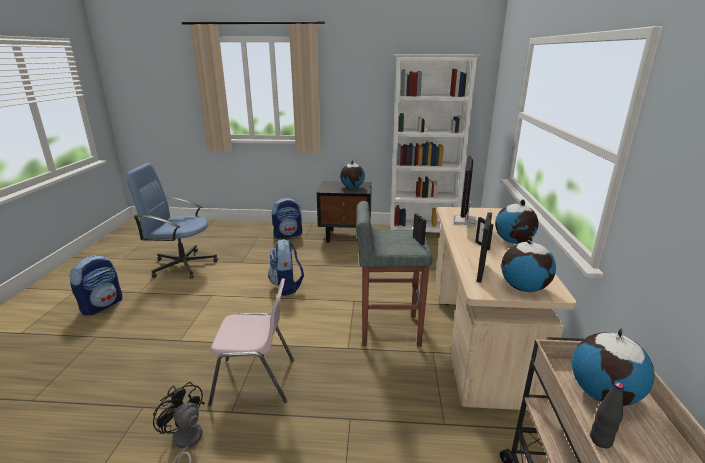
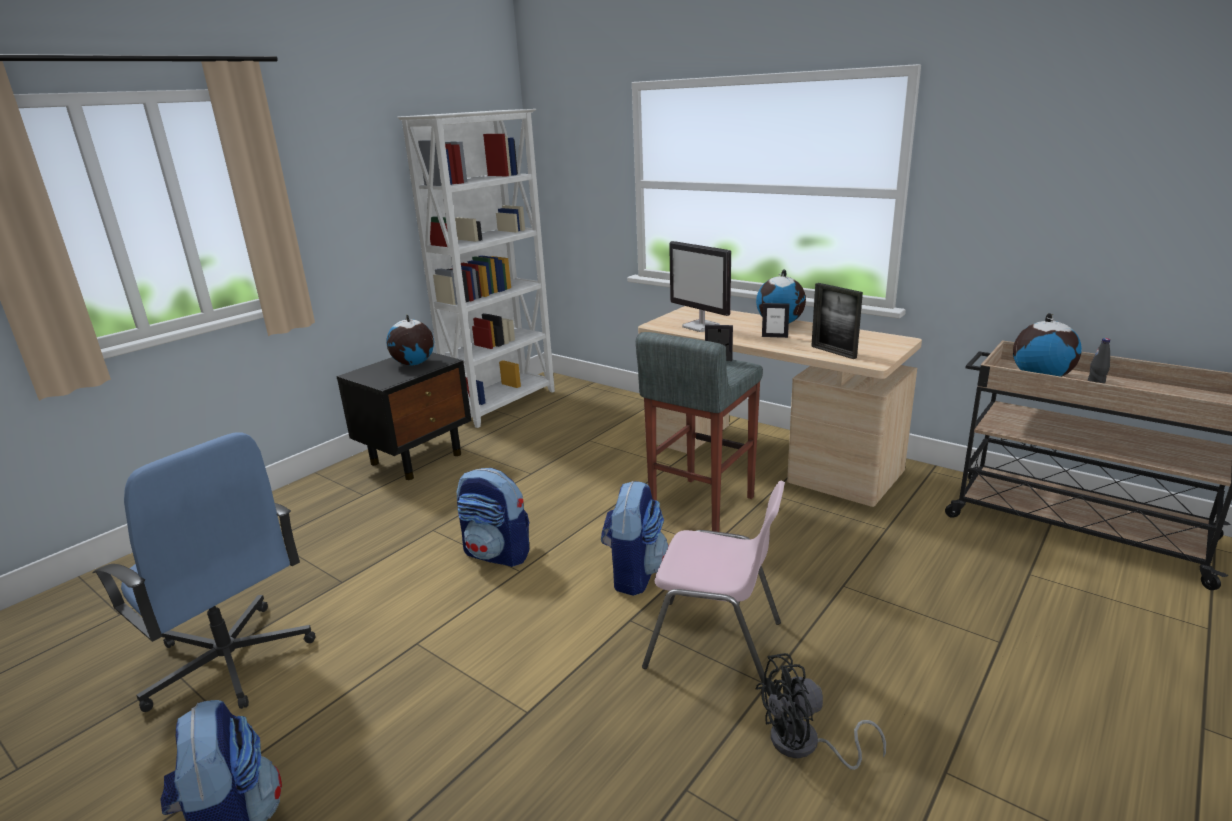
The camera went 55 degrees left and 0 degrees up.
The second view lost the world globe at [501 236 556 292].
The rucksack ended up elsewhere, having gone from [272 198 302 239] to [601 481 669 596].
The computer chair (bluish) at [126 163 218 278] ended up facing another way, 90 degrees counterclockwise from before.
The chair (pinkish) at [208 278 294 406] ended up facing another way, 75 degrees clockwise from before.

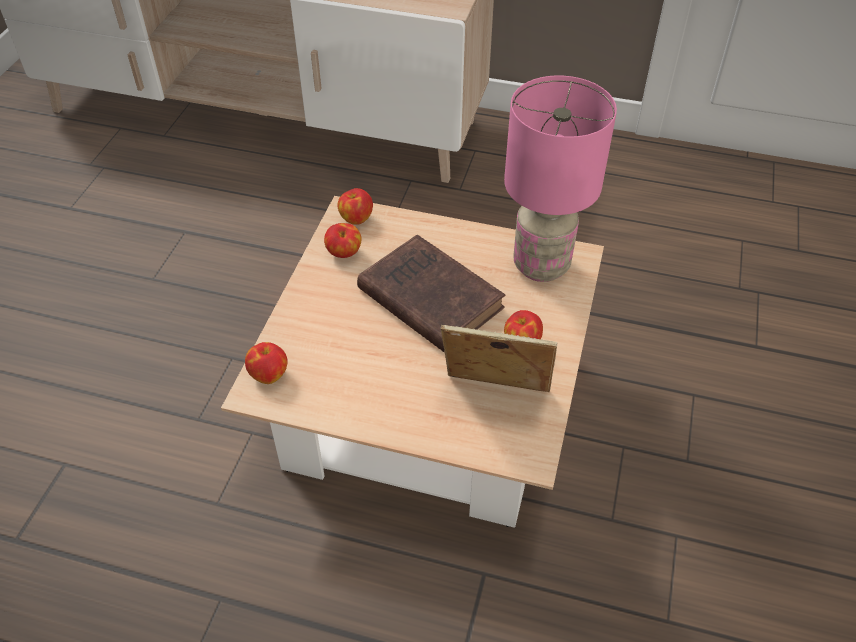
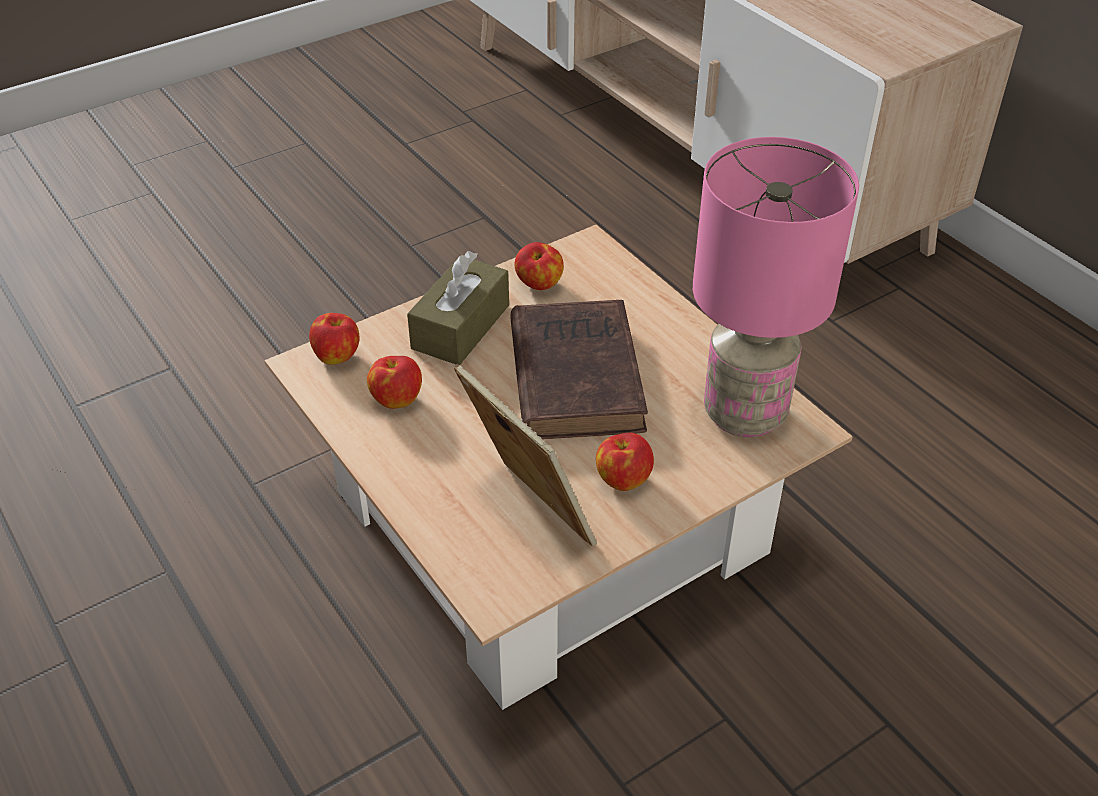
The camera went 40 degrees right and 5 degrees down.
The second view gained the box of tissues (brown) at [407 251 509 365].
The whole apple ended up elsewhere, having gone from [338 188 373 225] to [367 356 422 409].

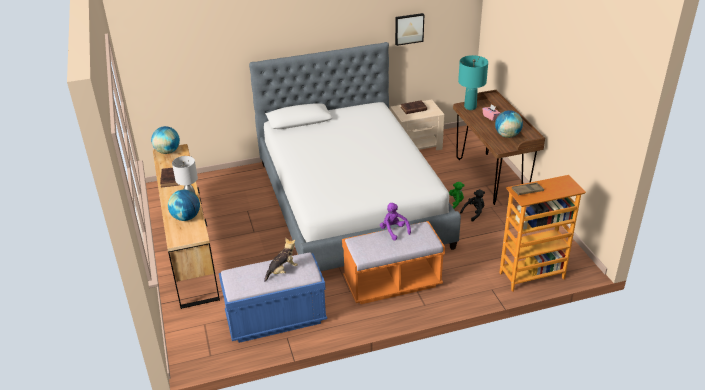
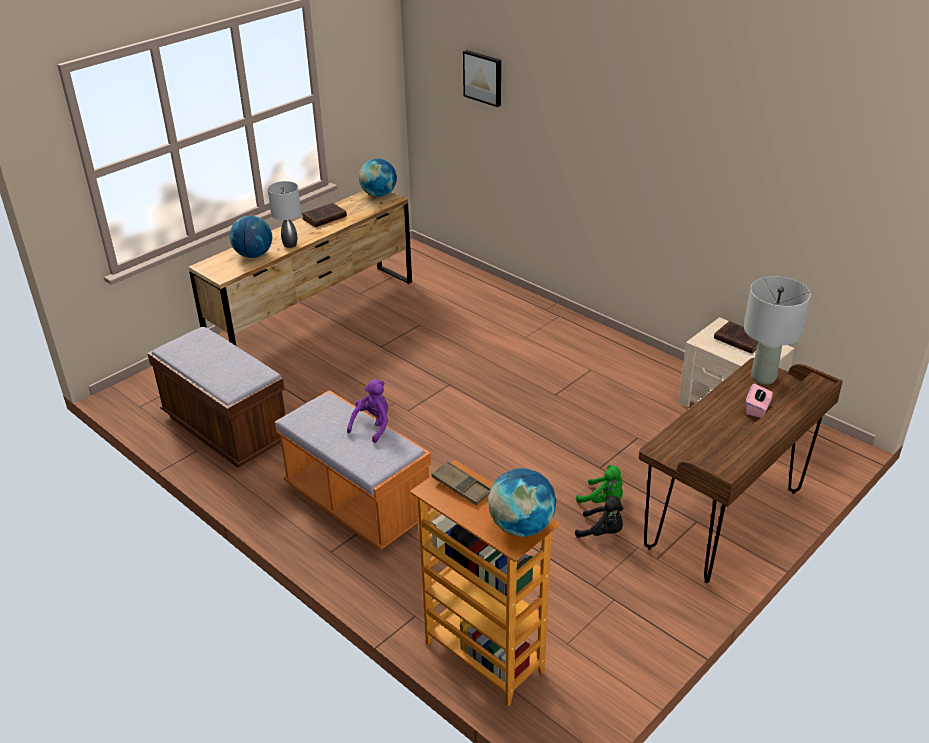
The camera went 60 degrees right and 0 degrees up.
The second view lost the bed at [249 42 461 271].
The second view lost the cuddly toy at [264 238 298 282].
The picture ended up elsewhere, having gone from [395 13 424 46] to [463 50 501 107].
The world globe ended up elsewhere, having gone from [495 110 523 138] to [488 468 556 537].
What was the indoor bench (bluish) at [219 253 327 343] turned into the indoor bench (brown) at [147 327 286 468].
What was the table lamp (blue-green) at [458 55 488 110] turned into the table lamp (greyish) at [744 277 811 385].

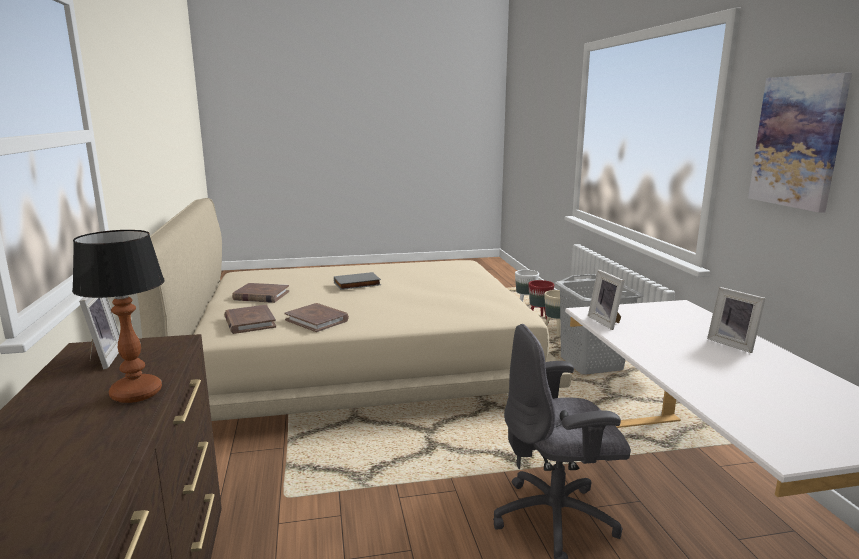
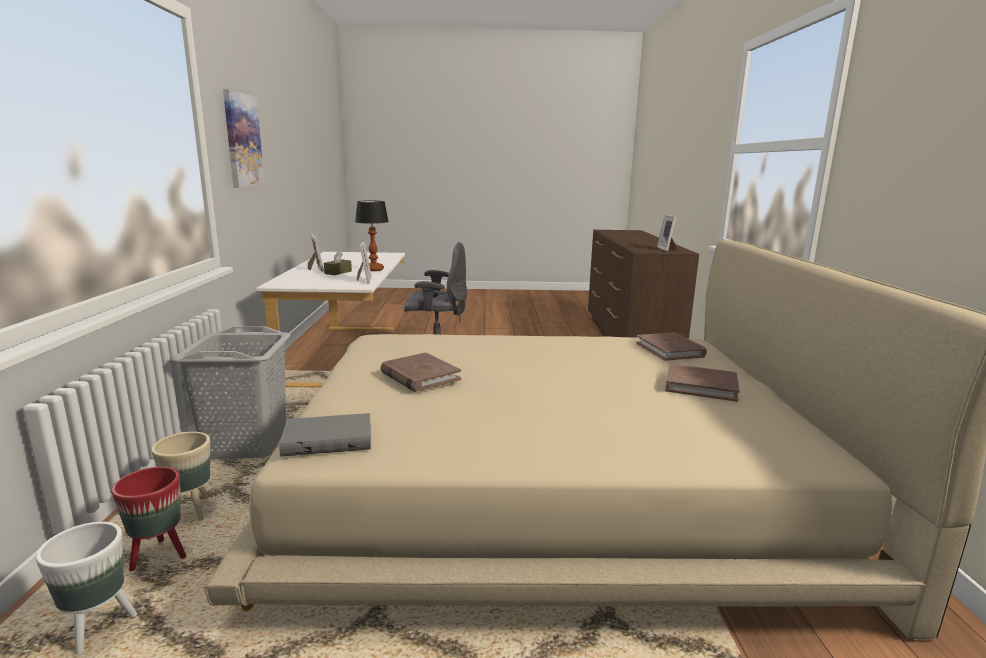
The camera went 170 degrees left and 0 degrees up.
The second view gained the box of tissues (brown) at [324 251 352 275].
The table lamp ended up elsewhere, having gone from [72 230 165 403] to [355 201 389 271].
The volume (brown) ended up elsewhere, having gone from [285 303 349 332] to [380 352 461 392].
The volume (greyish) ended up elsewhere, having gone from [334 272 381 290] to [279 413 371 457].

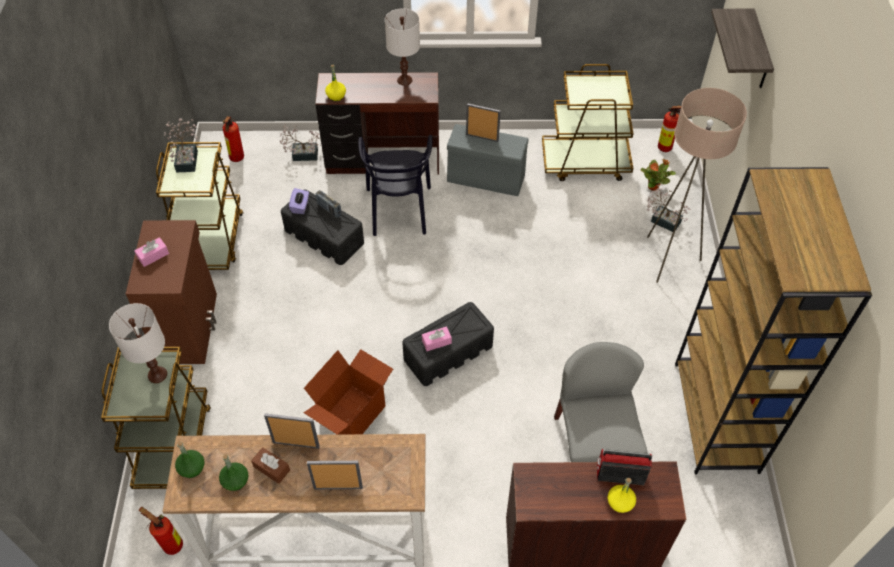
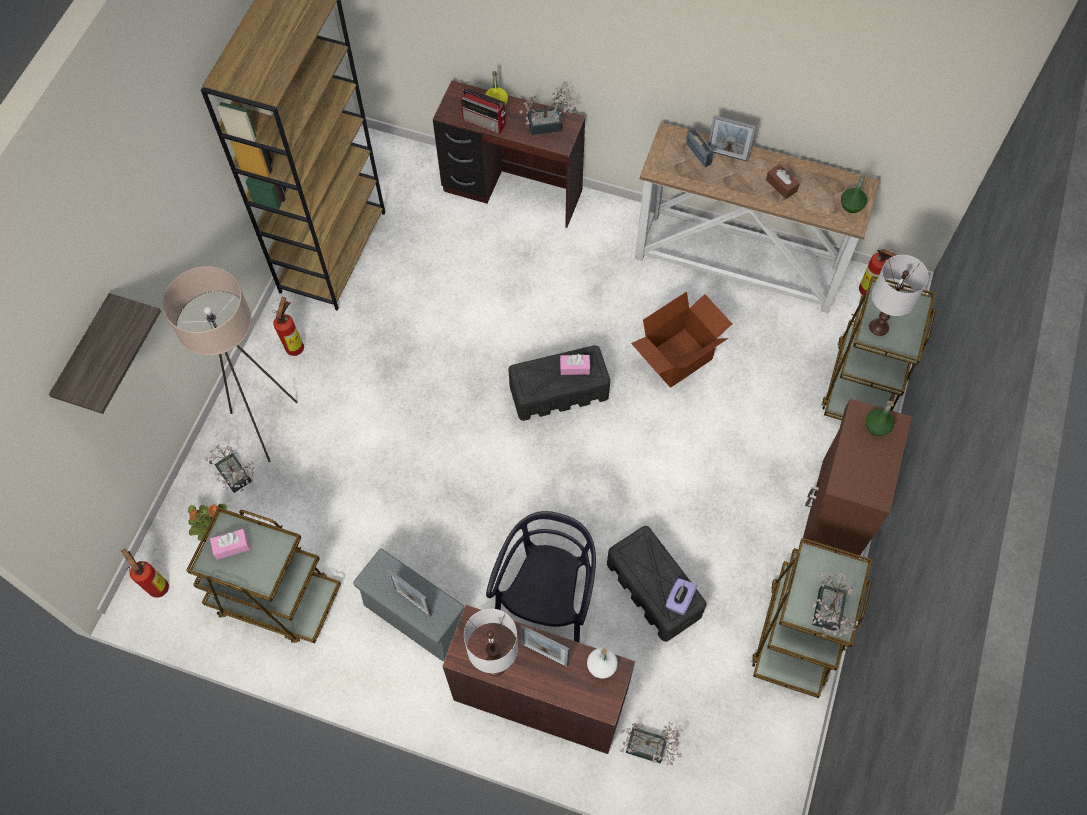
The camera went 160 degrees left and 10 degrees up.
The second view lost the chair (greyish) at [554 342 648 462].
The second view gained the potted plant at [519 84 576 135].
The box of tissues (pinkish) ended up elsewhere, having gone from [134 237 169 267] to [210 529 250 560].
The beverage bottle (greenish) ended up elsewhere, having gone from [219 455 248 491] to [866 401 894 436].
The extinguisher ended up elsewhere, having gone from [223 116 244 162] to [272 297 304 356].
The picture frame ended up elsewhere, having gone from [264 413 320 449] to [520 625 569 667].
The radio ended up elsewhere, having gone from [316 190 341 218] to [686 127 713 167].
What was the beverage bottle (yellowish) at [325 65 346 101] turned into the beverage bottle (white) at [587 648 618 679].

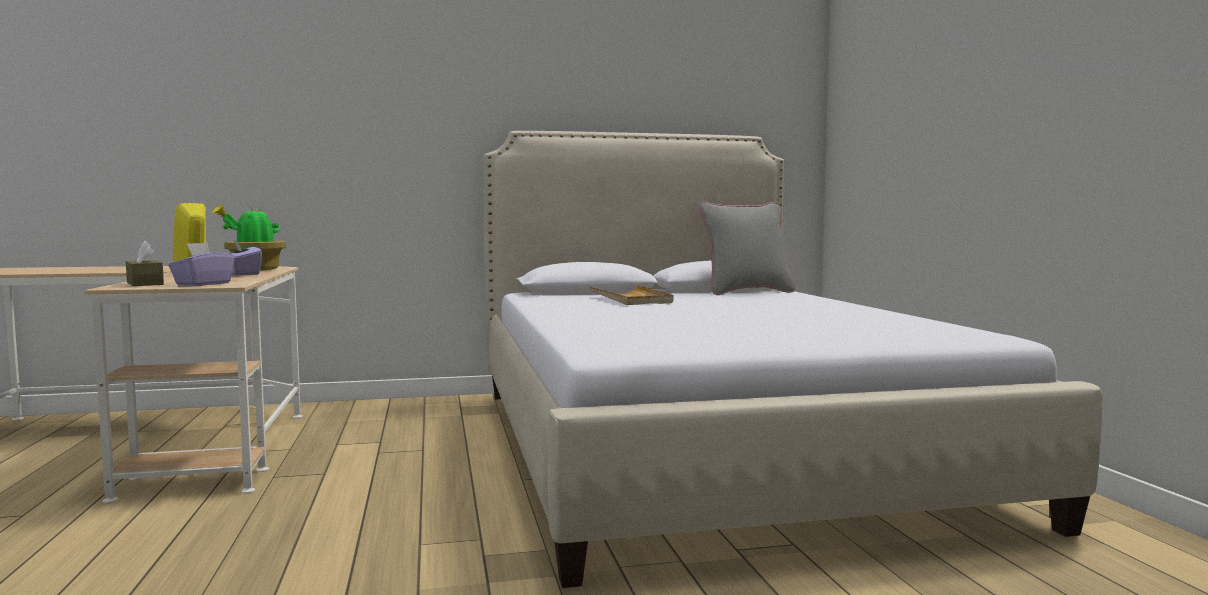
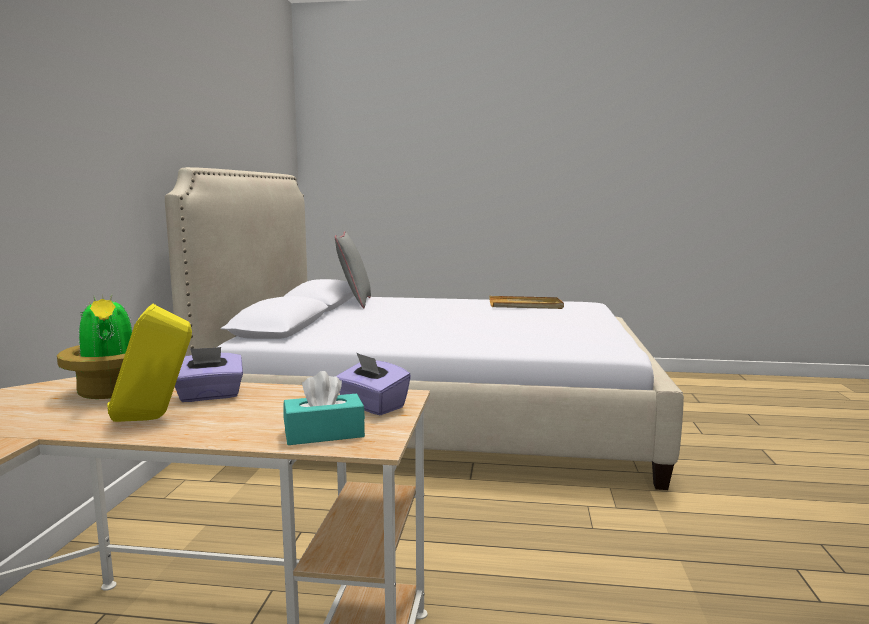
The camera went 70 degrees left and 5 degrees up.
The carrying tray (beige) ended up elsewhere, having gone from [590 285 673 305] to [489 296 564 309].
What was the box of tissues (brown) at [126 241 164 286] turned into the box of tissues (blue-green) at [283 371 365 445].

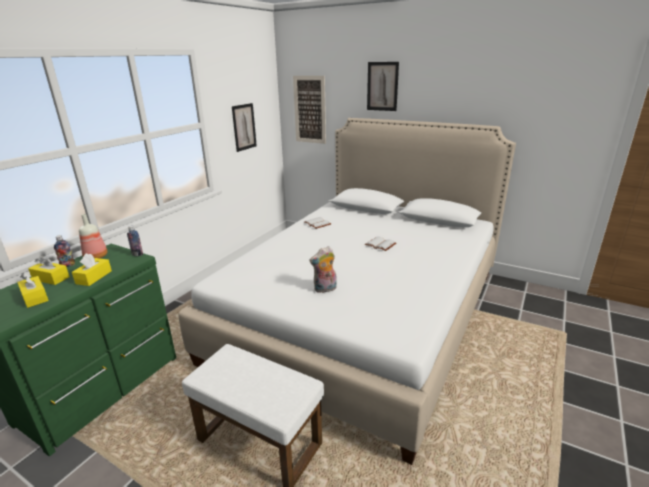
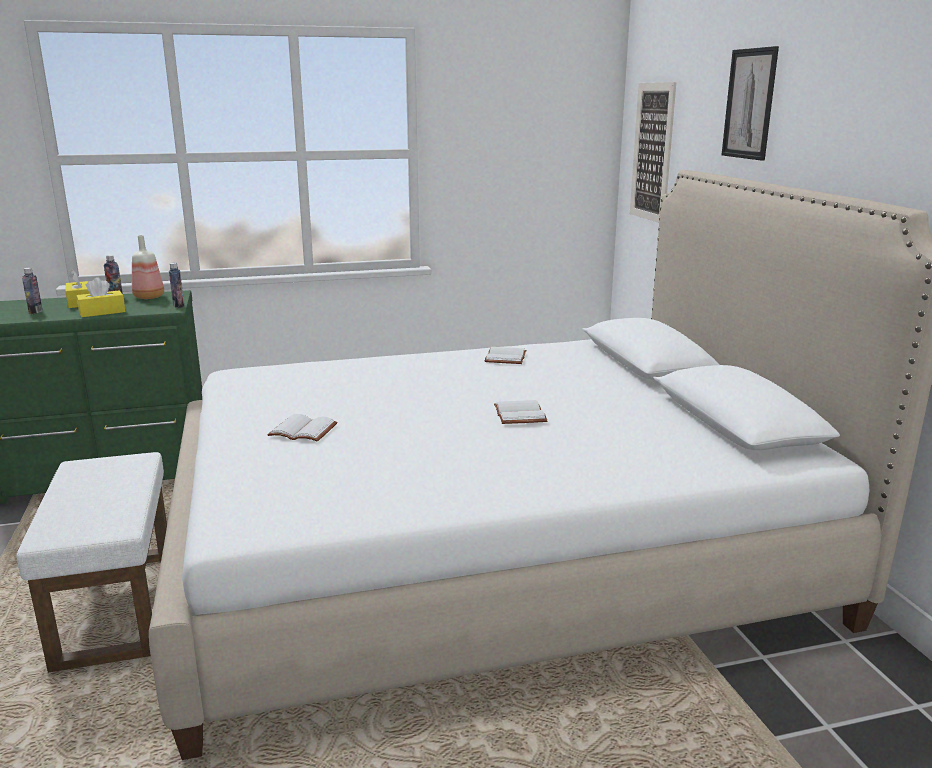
The camera went 45 degrees right and 5 degrees down.
The second view lost the picture at [232 103 257 152].
Where the box of tissues (yellowish) stood at [17 273 49 308], the beverage bottle came to stand at [22 268 43 314].
Where the cuddly toy stood at [309 246 337 293], the volume (white) came to stand at [267 414 338 442].

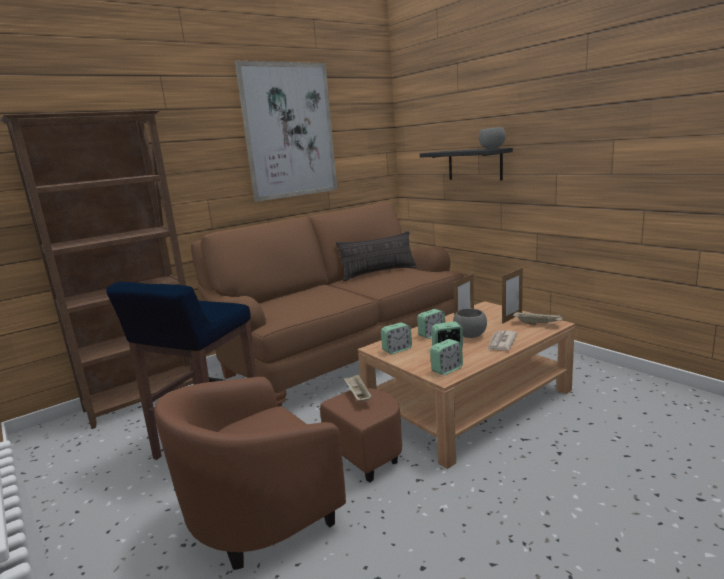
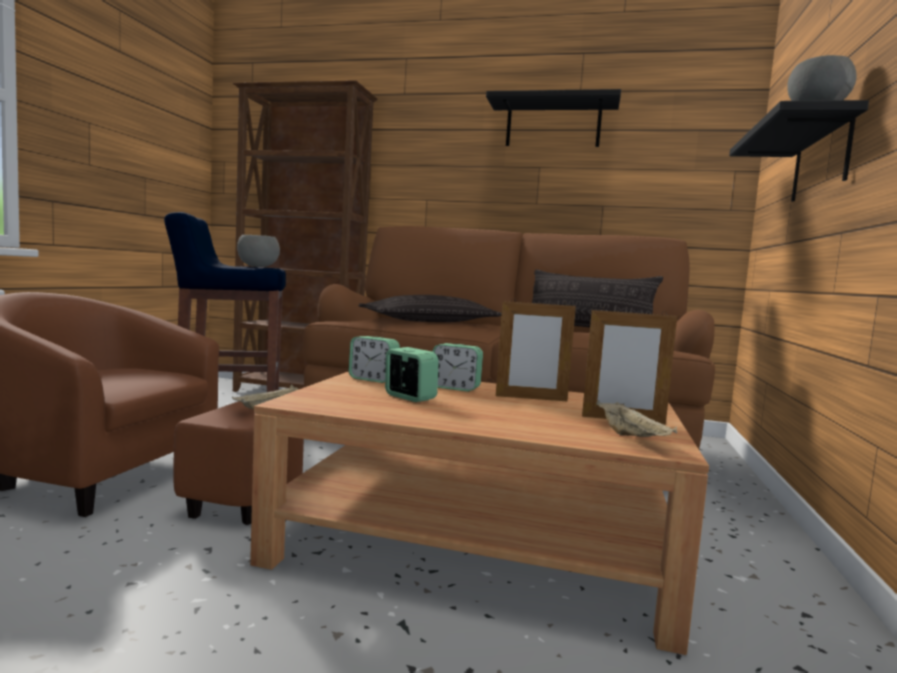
The camera went 50 degrees right and 10 degrees down.
The second view lost the bedside clock at [430 339 463 375].
The second view lost the printed paper at [488 331 518 350].
The second view gained the throw pillow at [358 295 502 322].
The bowl (greyish) ended up elsewhere, having gone from [453 308 487 338] to [237 235 280 267].
Where the picture hung at [235 61 337 202], the shelf (black-coloured) came to hang at [486 89 621 147].

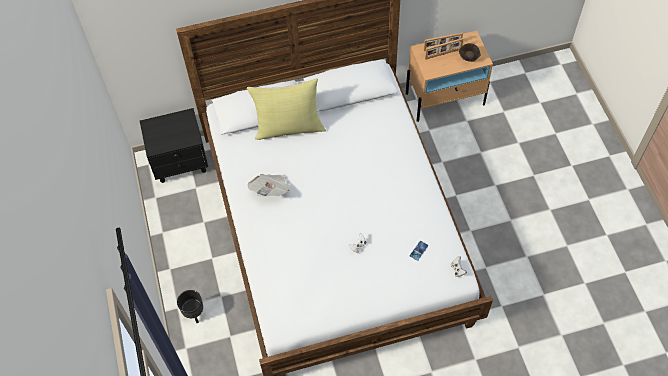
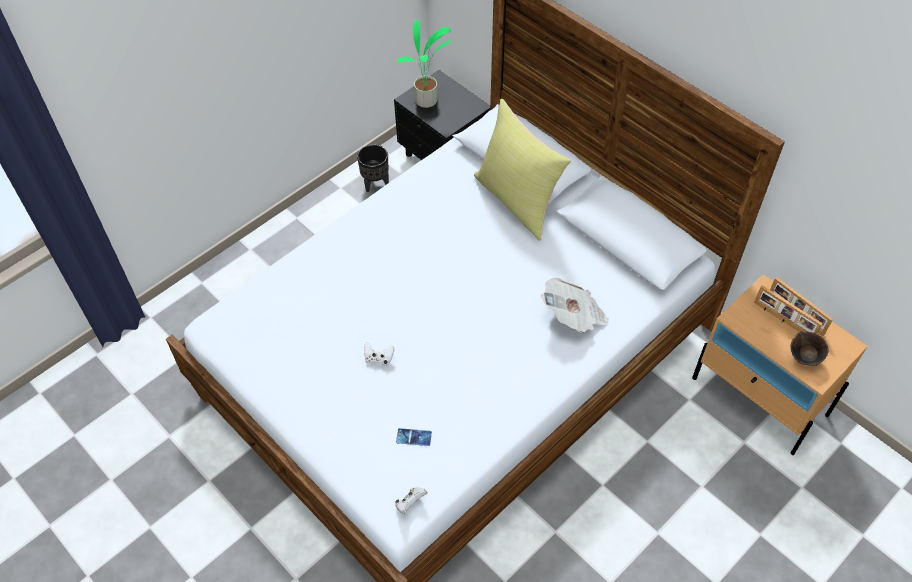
The camera went 60 degrees right and 5 degrees down.
The second view gained the potted plant at [397 20 451 108].
The planter (black-coloured) ended up elsewhere, having gone from [177 290 203 323] to [357 144 389 192].
The printed paper ended up elsewhere, having gone from [247 174 289 197] to [541 278 609 333].

